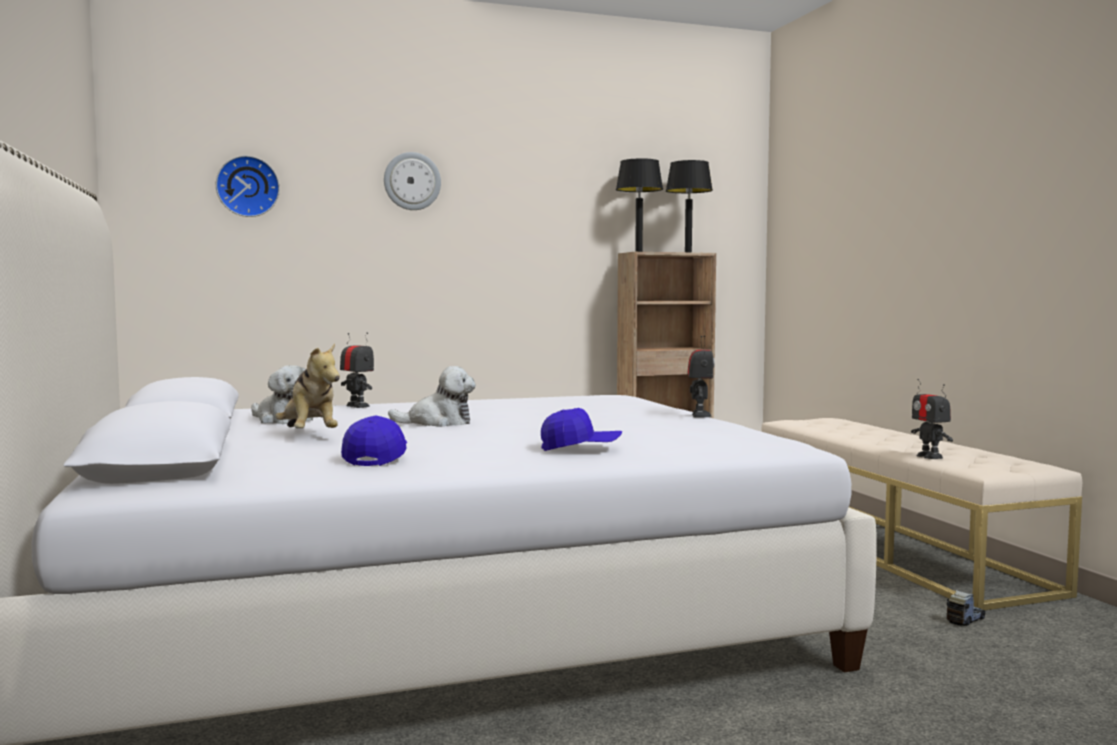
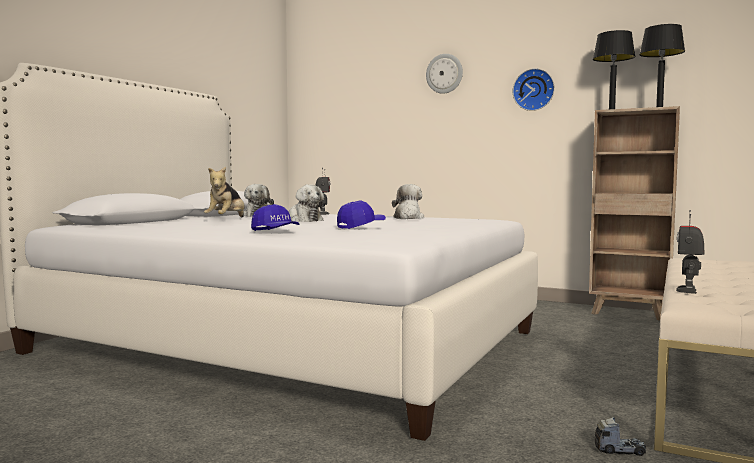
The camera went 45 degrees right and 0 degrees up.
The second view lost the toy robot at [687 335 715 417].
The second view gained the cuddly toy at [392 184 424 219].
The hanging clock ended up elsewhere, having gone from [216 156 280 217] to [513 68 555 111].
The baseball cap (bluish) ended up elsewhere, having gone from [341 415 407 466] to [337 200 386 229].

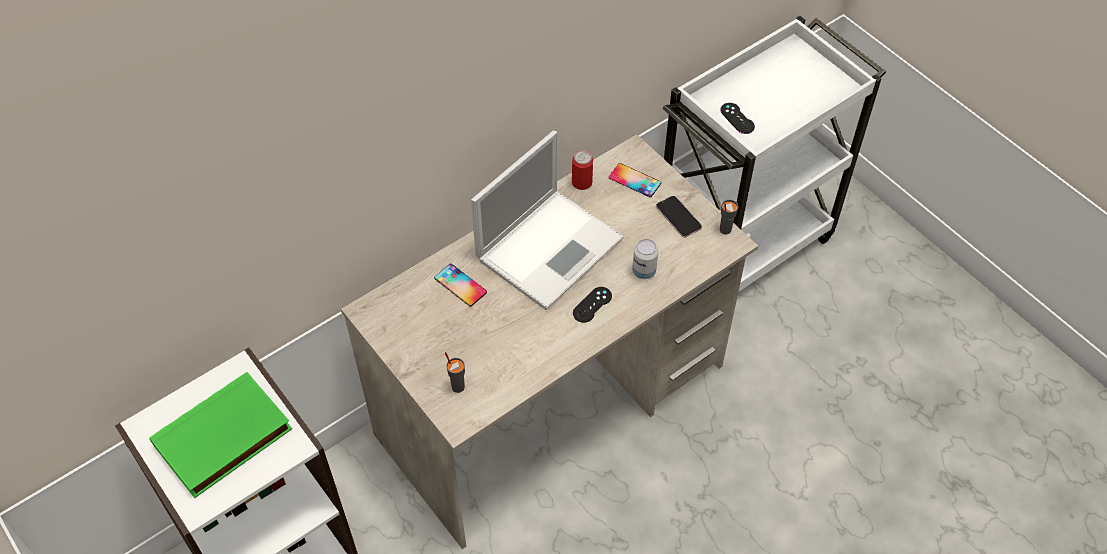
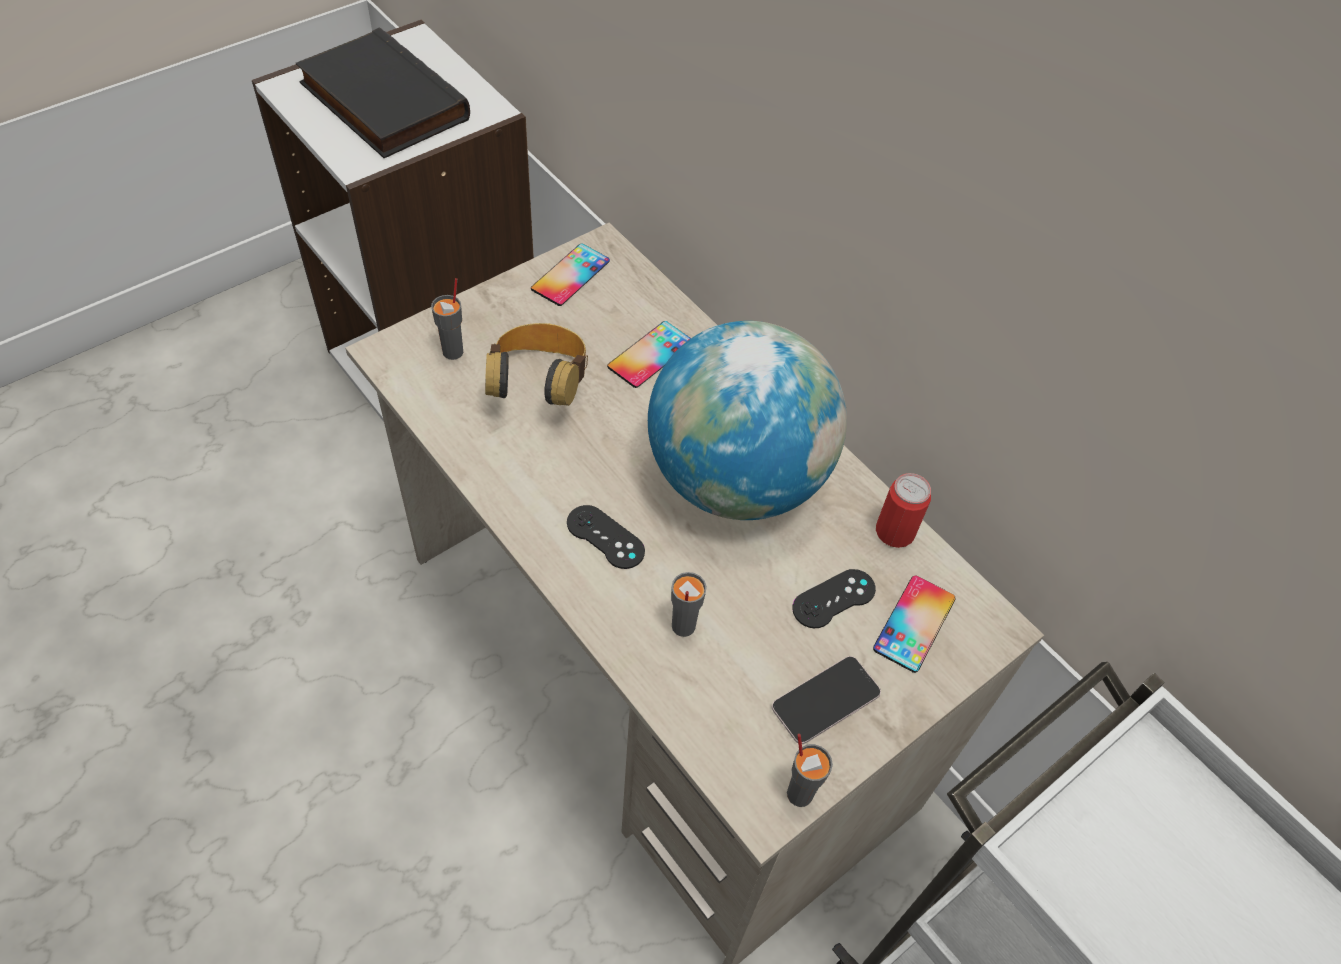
The camera went 85 degrees right and 0 degrees up.
The second view gained the headset at [485 323 588 406].
The second view gained the phone at [531 243 610 306].
The joypad (black-coloured) ended up elsewhere, having gone from [720 103 755 134] to [792 569 876 628].
Where the notebook computer stood at [471 131 624 310], the world globe came to stand at [648 321 847 520].
Where the sealed can stood at [632 239 658 279], the small cup (greyish) came to stand at [671 572 707 637].
What was the volume (greenish) at [149 372 292 498] turned into the volume (black-coloured) at [296 27 470 158].

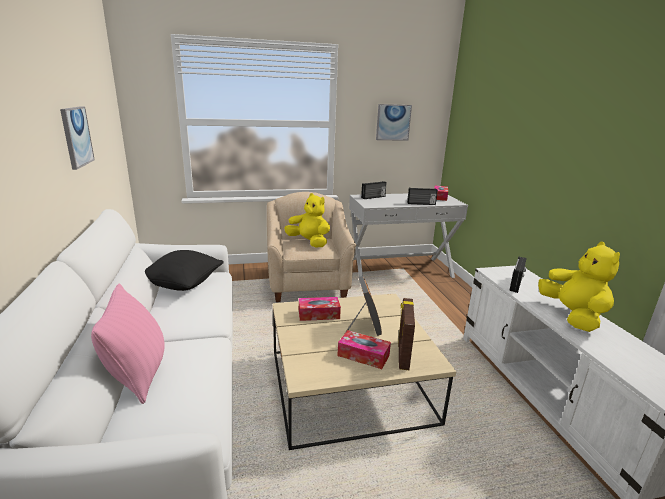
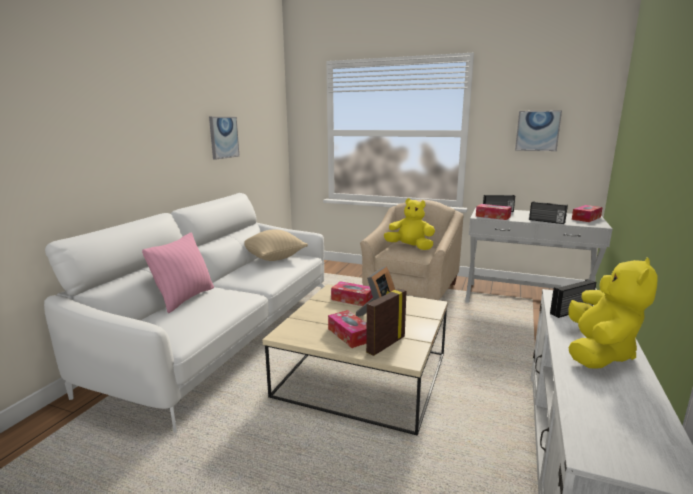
The camera went 35 degrees right and 5 degrees down.
The second view gained the box of tissues at [476 204 512 220].
What was the throw pillow (black-coloured) at [145 250 224 291] turned into the throw pillow (beige) at [244 230 308 261].
The cuddly toy (yellowish) at [284 193 330 247] ended up facing another way, 45 degrees counterclockwise from before.

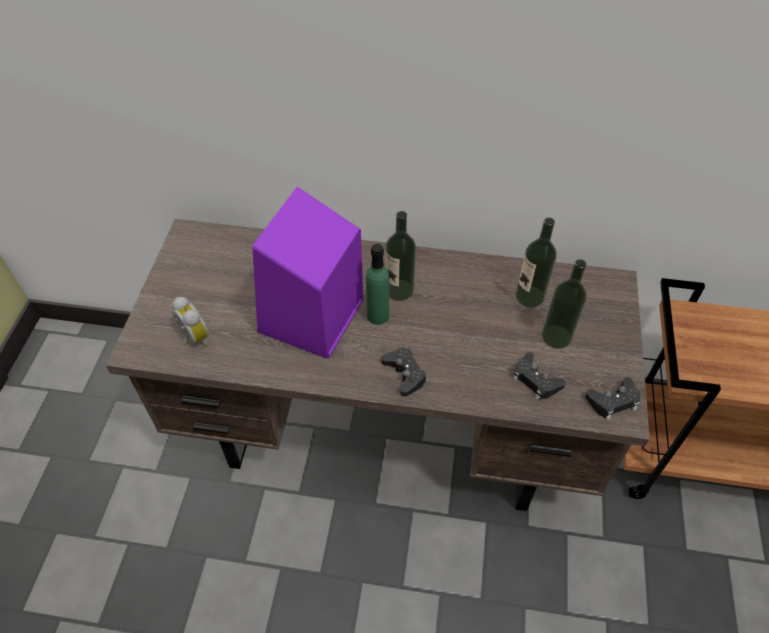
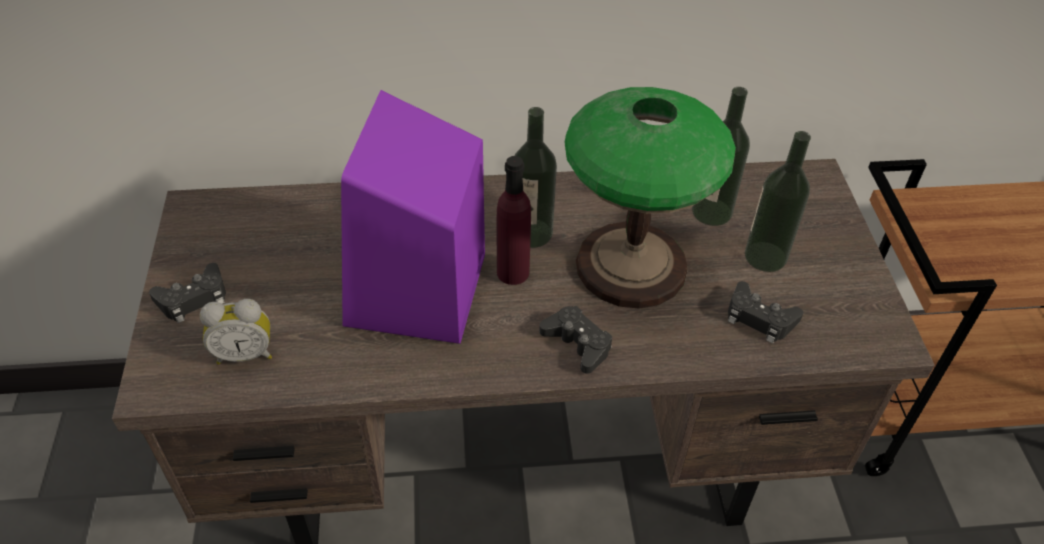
The camera went 15 degrees left and 5 degrees down.
The second view gained the table lamp at [564 87 736 309].
The joypad (black-coloured) ended up elsewhere, having gone from [585 377 641 420] to [149 263 226 323].
What was the beverage bottle (greenish) at [366 244 389 325] turned into the beverage bottle (purple) at [497 156 531 285].
The bedside clock at [172 297 209 346] ended up facing another way, 135 degrees clockwise from before.

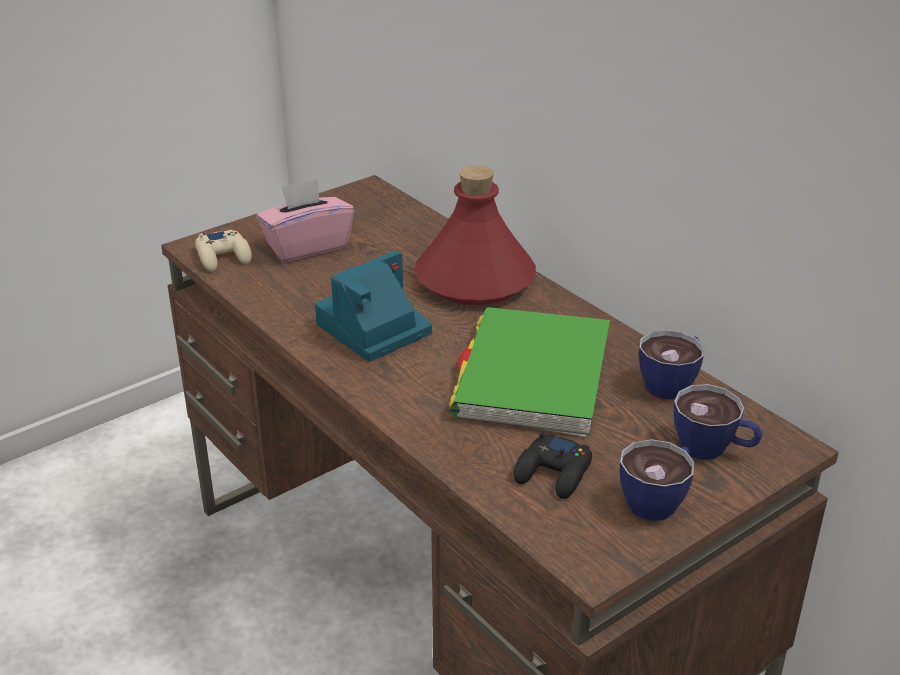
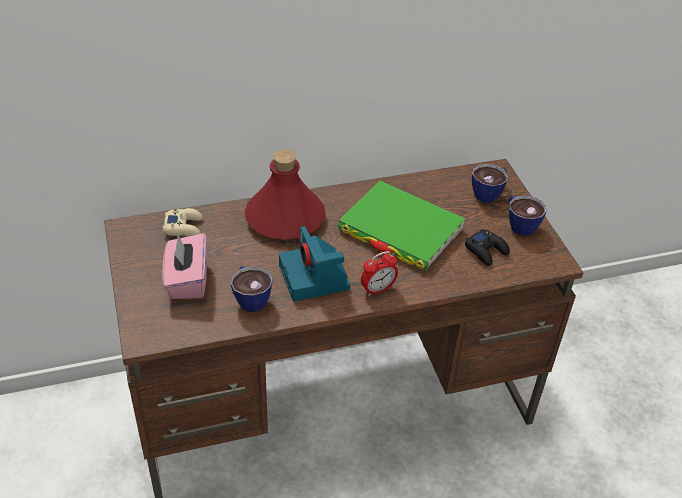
The camera went 70 degrees left and 10 degrees up.
The second view gained the bedside clock at [361 251 398 296].
The joypad (beige) ended up elsewhere, having gone from [195 230 252 271] to [163 208 203 236].
The small cup ended up elsewhere, having gone from [639 330 704 400] to [231 266 273 312].

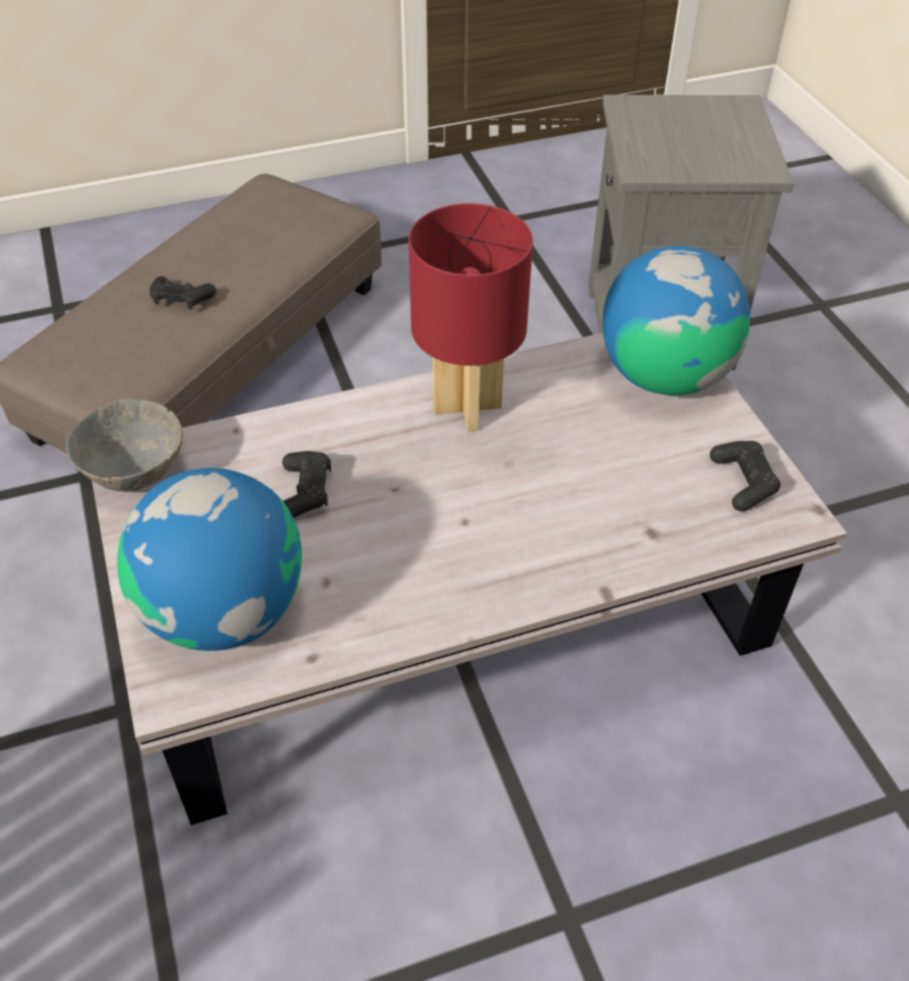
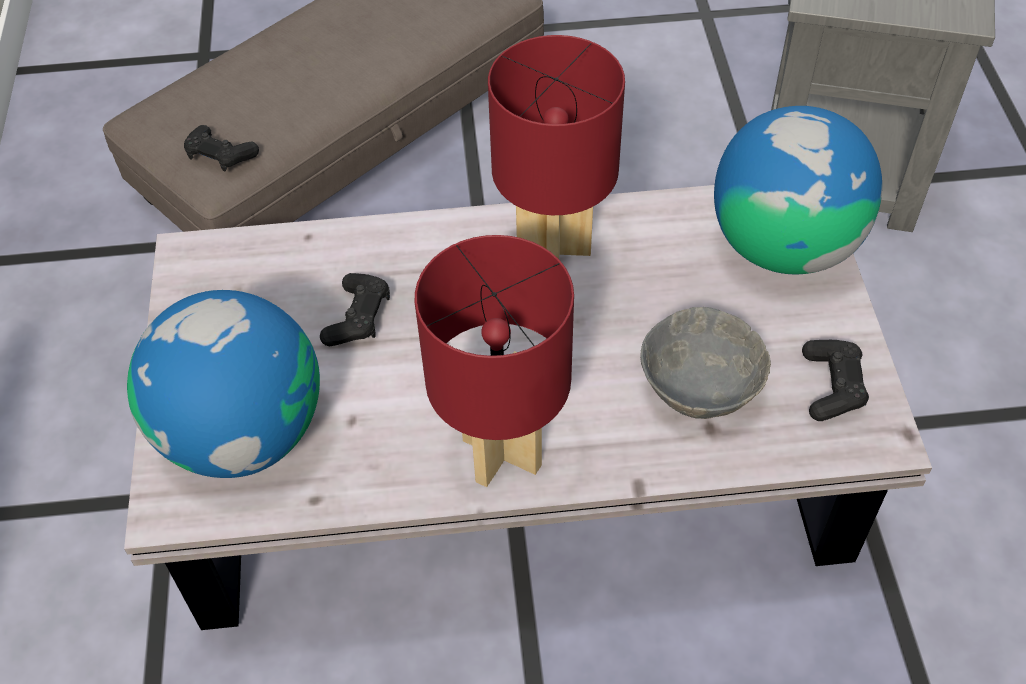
The camera went 15 degrees right and 5 degrees up.
The second view gained the table lamp (red) at [415 235 574 487].
The bowl (greyish) ended up elsewhere, having gone from [66 398 183 492] to [640 307 771 419].
The joypad (black-coloured) ended up elsewhere, having gone from [149 276 216 310] to [184 125 259 171].

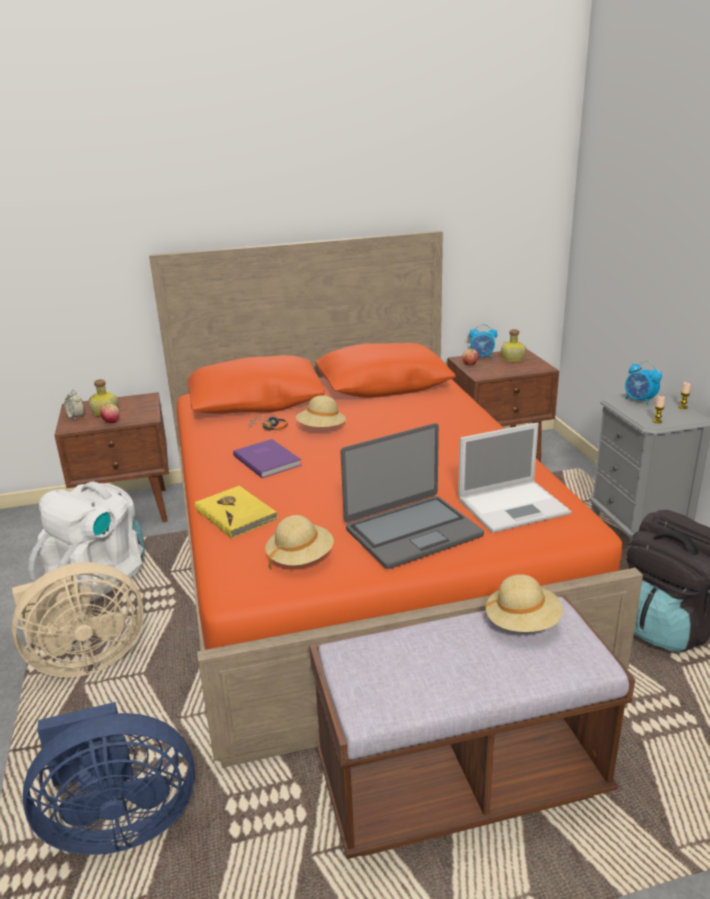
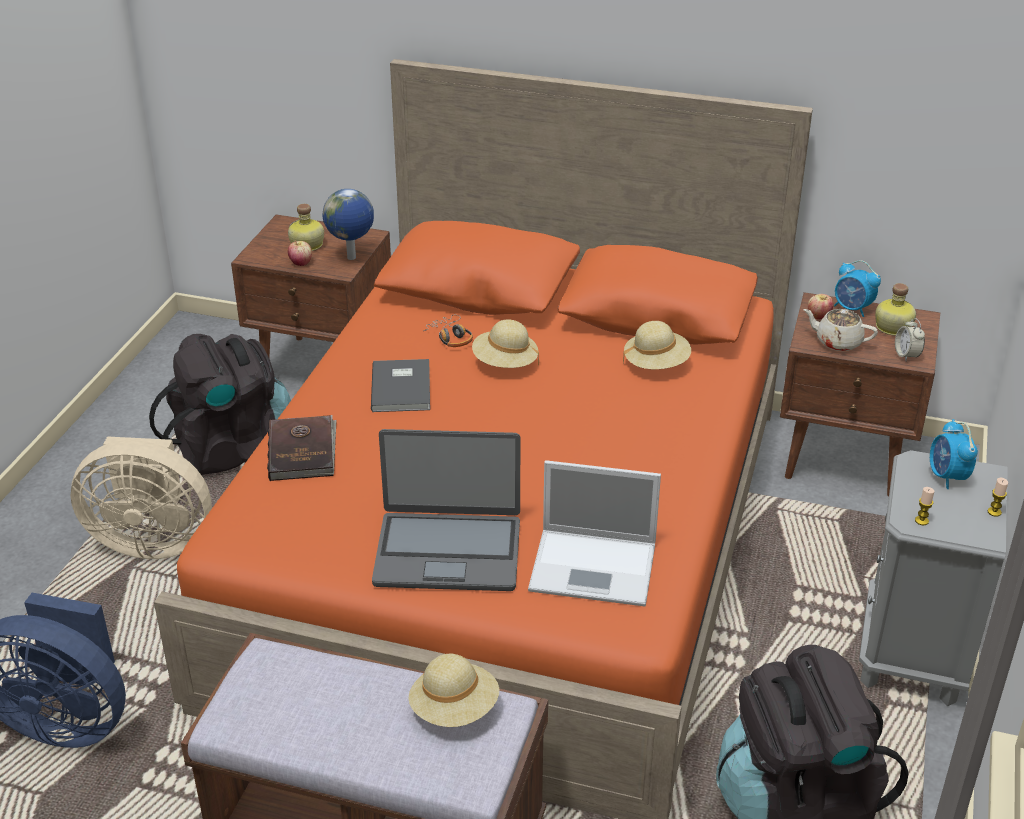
The camera went 30 degrees right and 10 degrees up.
The second view gained the world globe at [323 189 374 260].
The second view gained the teapot (beige) at [803 309 878 351].
The bedside clock ended up elsewhere, having gone from [65 390 84 420] to [895 318 925 361].
The wearable hat (beige) ended up elsewhere, having gone from [265 515 334 570] to [623 321 691 369].
What was the rucksack (white) at [28 482 145 602] turned into the rucksack (black-coloured) at [149 334 291 475].
What was the volume (yellowish) at [195 485 278 539] turned into the volume (brown) at [267 415 337 481].
What was the volume (purple) at [233 439 302 478] turned into the volume (greyish) at [371 359 430 412].

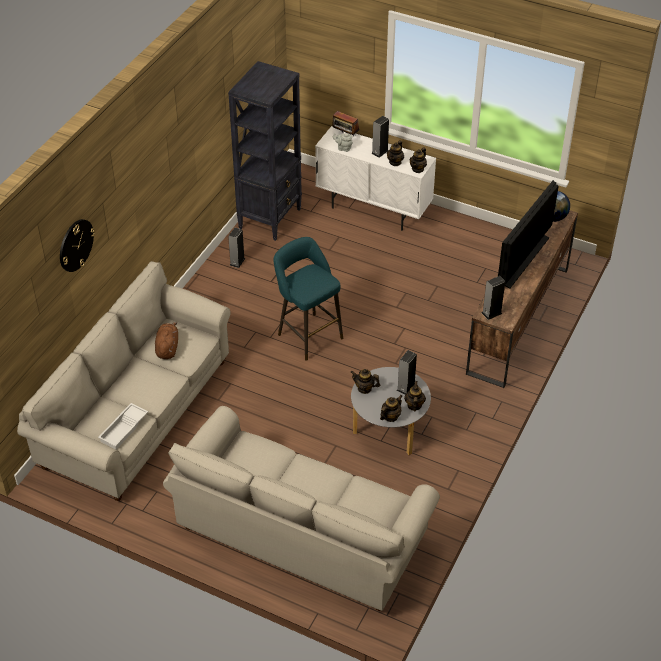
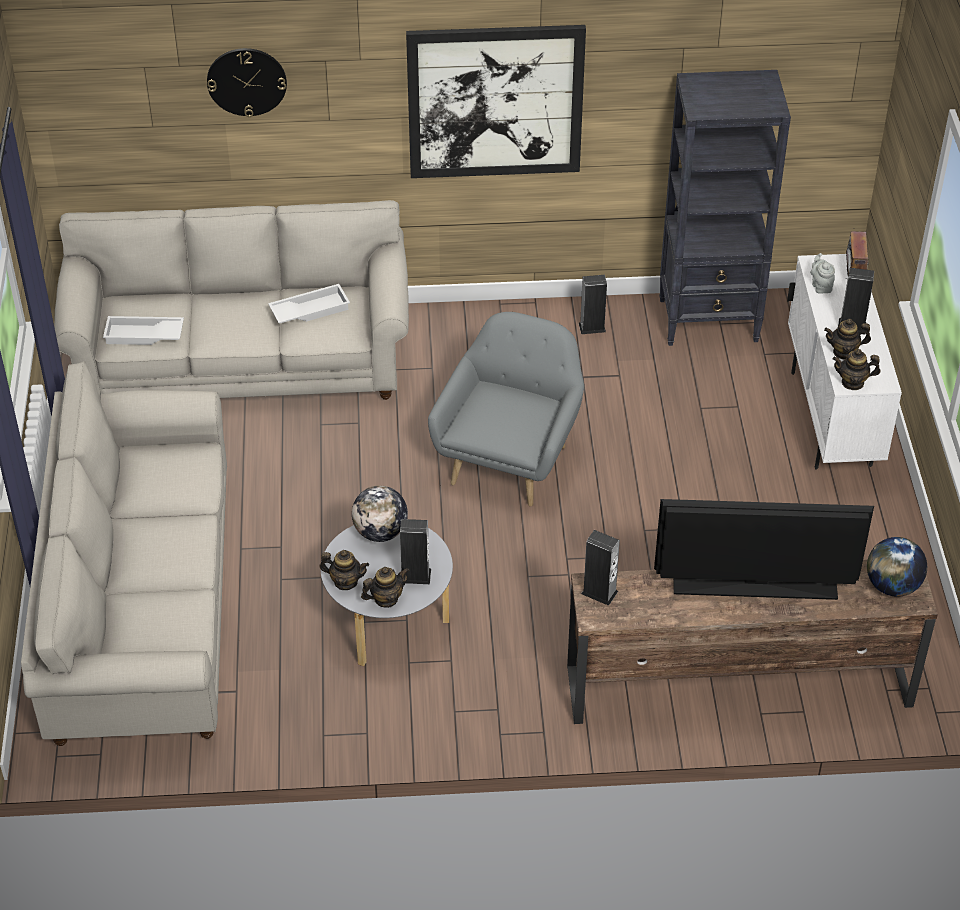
The camera went 60 degrees right and 0 degrees up.
The second view gained the picture at [406 25 586 178].
Where the cuddly toy (brown) stood at [155 322 178 359], the carrying tray (white) came to stand at [268 284 350 323].
Where the stool (blue-green) stood at [274 237 343 361], the armchair (greyish) came to stand at [428 312 584 507].
Where the teapot stood at [350 369 380 394], the world globe came to stand at [352 486 408 542].

